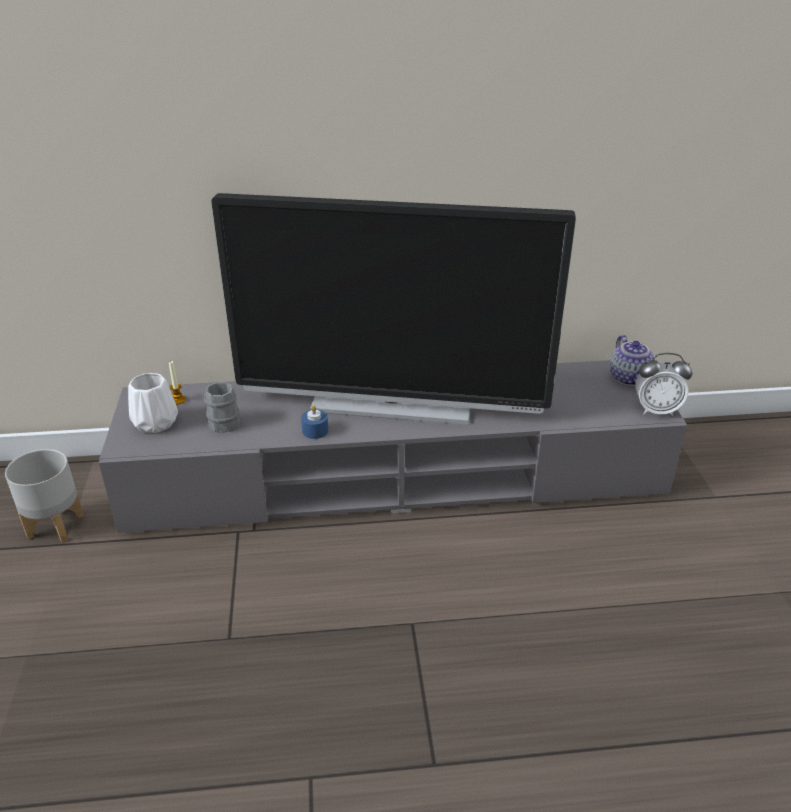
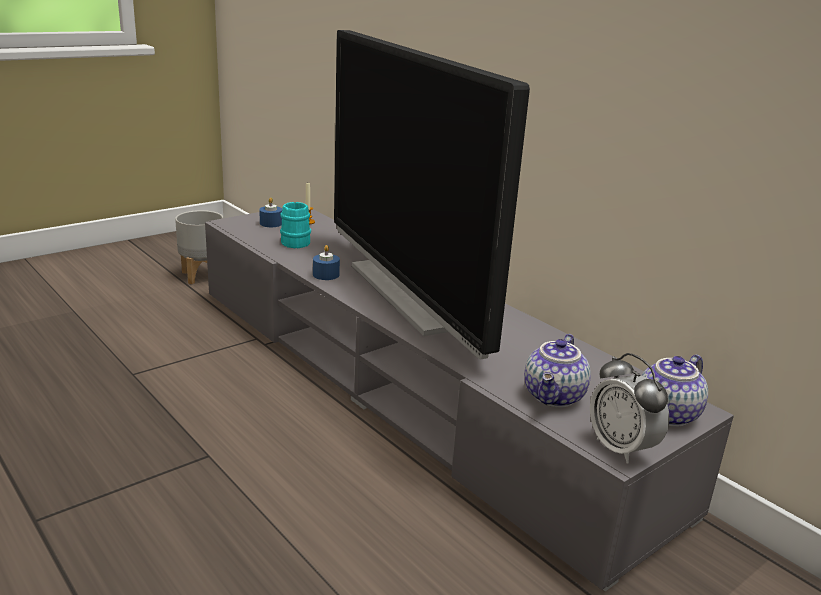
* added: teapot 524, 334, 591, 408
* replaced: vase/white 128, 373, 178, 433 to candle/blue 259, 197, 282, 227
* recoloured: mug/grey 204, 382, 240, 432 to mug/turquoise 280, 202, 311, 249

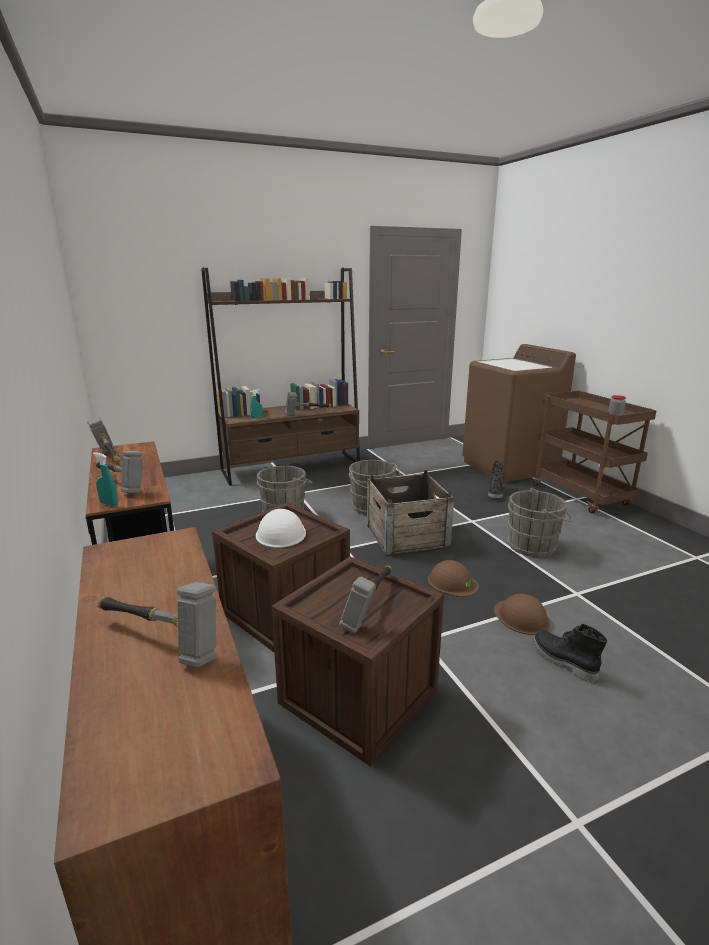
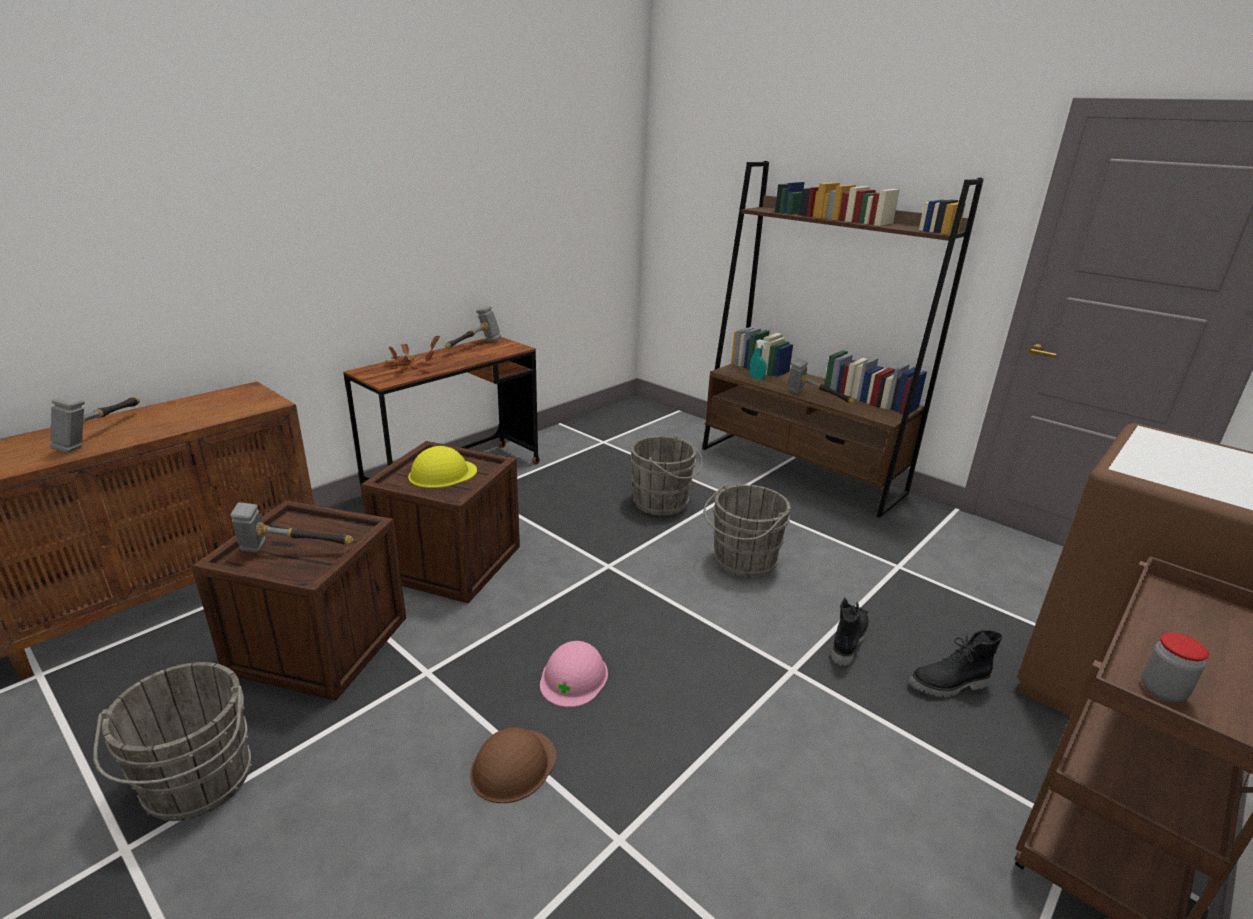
* removed: spray bottle/turquoise 93, 452, 118, 506
* removed: crate 367, 470, 454, 556
* moved: bucket/grey 508, 488, 572, 557 to 93, 662, 252, 821
* moved: boot/black 533, 624, 607, 683 to 831, 597, 869, 666
* replaced: hammer 95, 451, 143, 493 to potted plant 385, 335, 440, 367
* recoloured: hard hat/white 256, 509, 306, 548 to hard hat/yellow 408, 446, 477, 488
* recoloured: hard hat/brown 428, 560, 479, 597 to hard hat/pink 540, 641, 608, 707

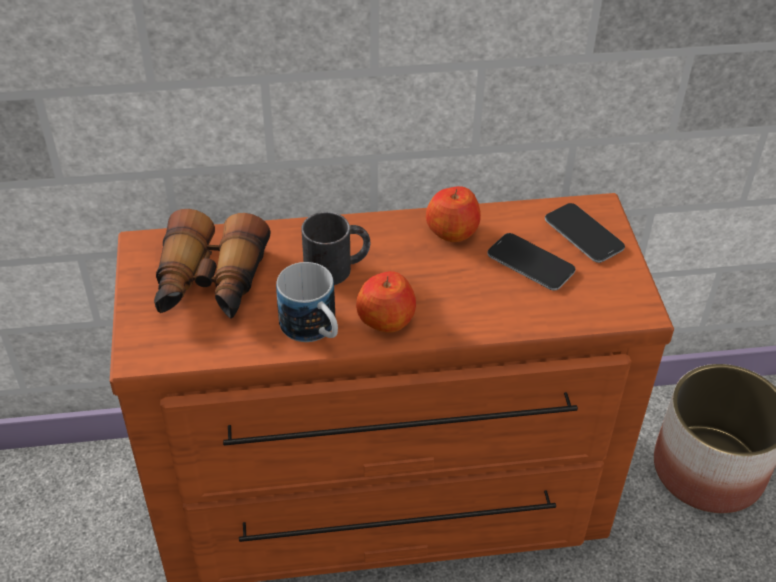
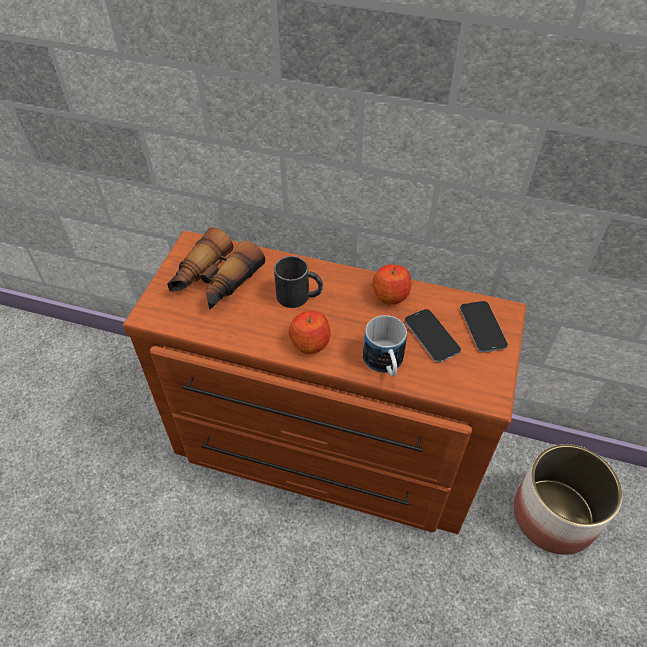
* moved: mug 276, 262, 338, 342 to 363, 315, 407, 377

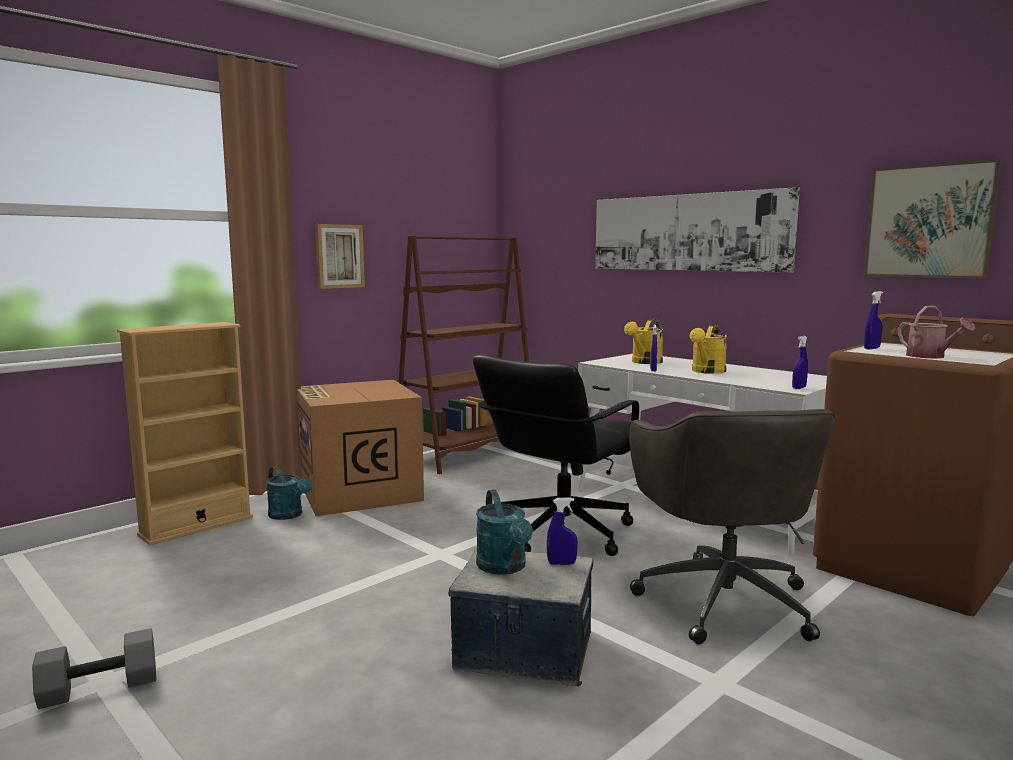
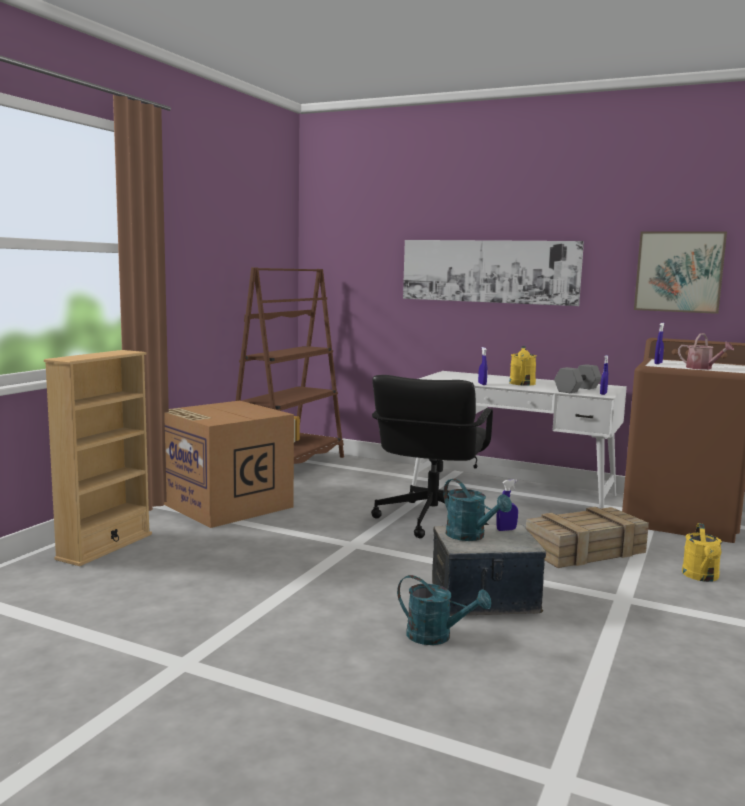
* removed: picture 315, 224, 365, 289
* moved: dumbbell/grey 32, 628, 156, 709 to 554, 364, 602, 393
* moved: watering can/turquoise 266, 466, 312, 520 to 397, 575, 491, 645
* moved: watering can/yellow 624, 318, 663, 364 to 682, 523, 722, 582
* replaced: office chair/grey 628, 409, 835, 645 to crate 526, 507, 649, 568

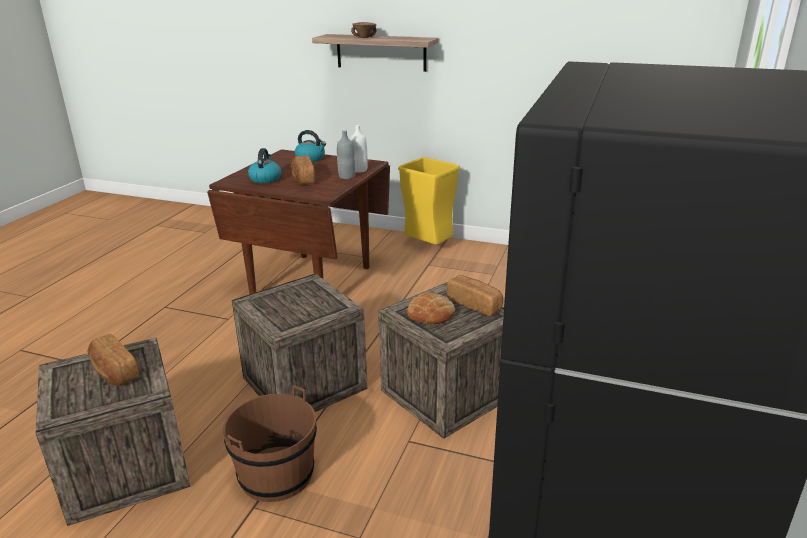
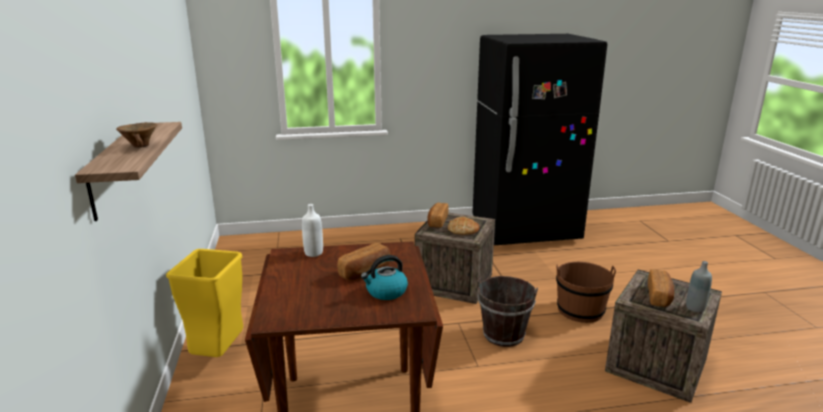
* removed: kettle 295, 130, 326, 162
* moved: bottle/grey 337, 130, 355, 179 to 686, 261, 712, 312
* replaced: crate 232, 274, 368, 412 to bucket/brown 477, 276, 538, 347

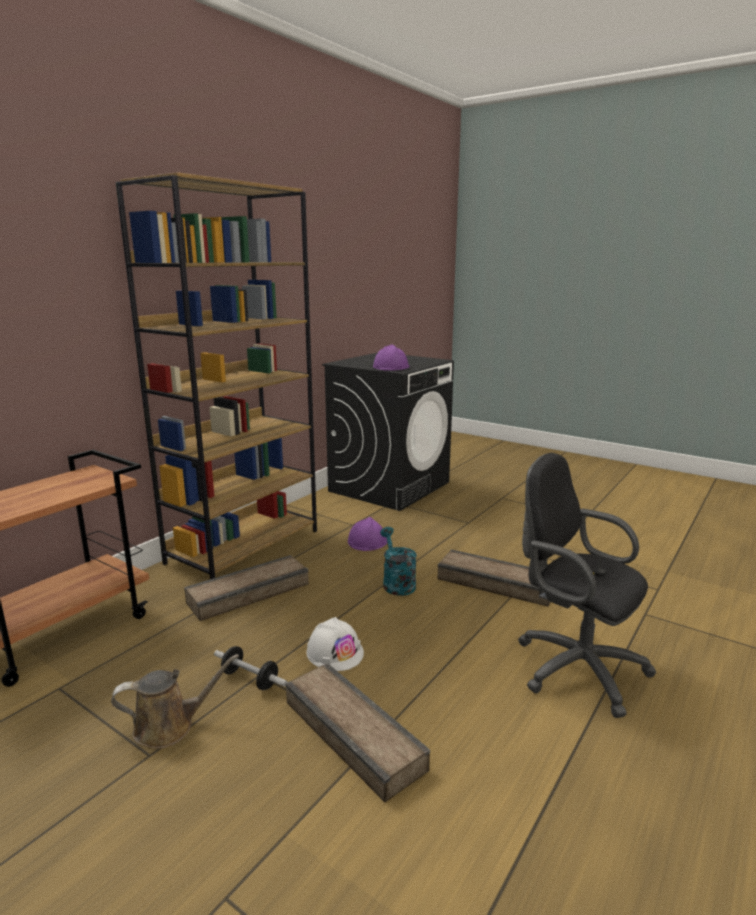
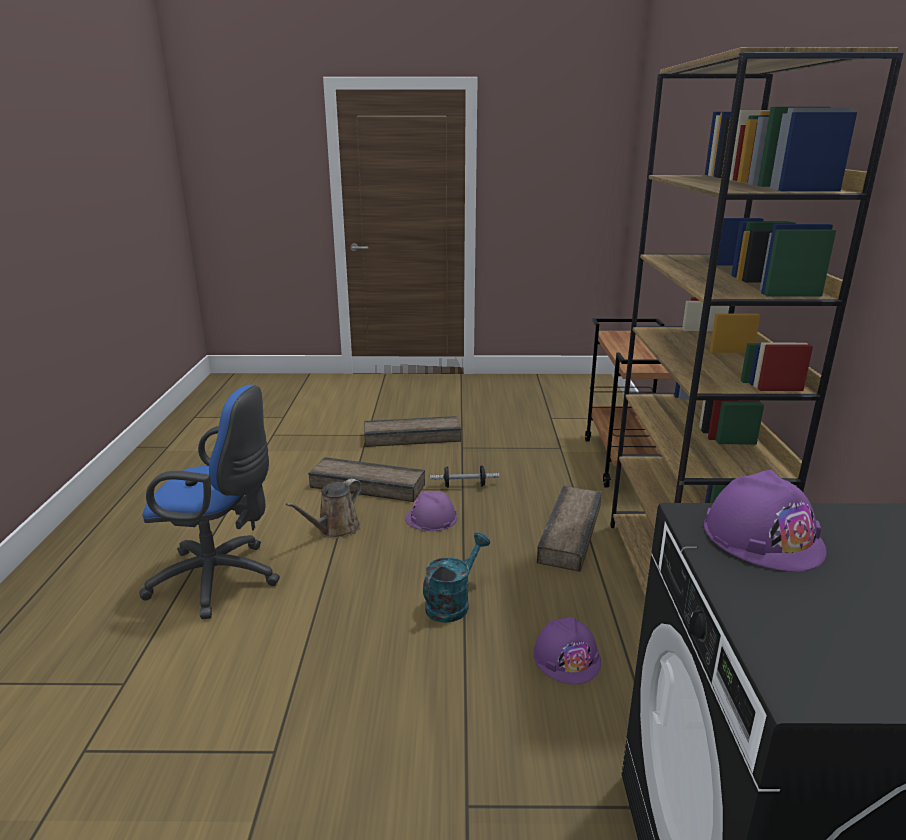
* moved: watering can/brown 111, 654, 239, 749 to 286, 479, 362, 538
* moved: crate 438, 549, 550, 606 to 364, 416, 461, 447
* recoloured: hard hat/white 306, 617, 364, 671 to hard hat/purple 405, 491, 457, 531
* recoloured: office chair/black 518, 453, 656, 718 to office chair/blue 139, 385, 280, 619
* turned: watering can/turquoise 380, 527, 417, 596 = 423, 532, 490, 623 90 degrees counterclockwise

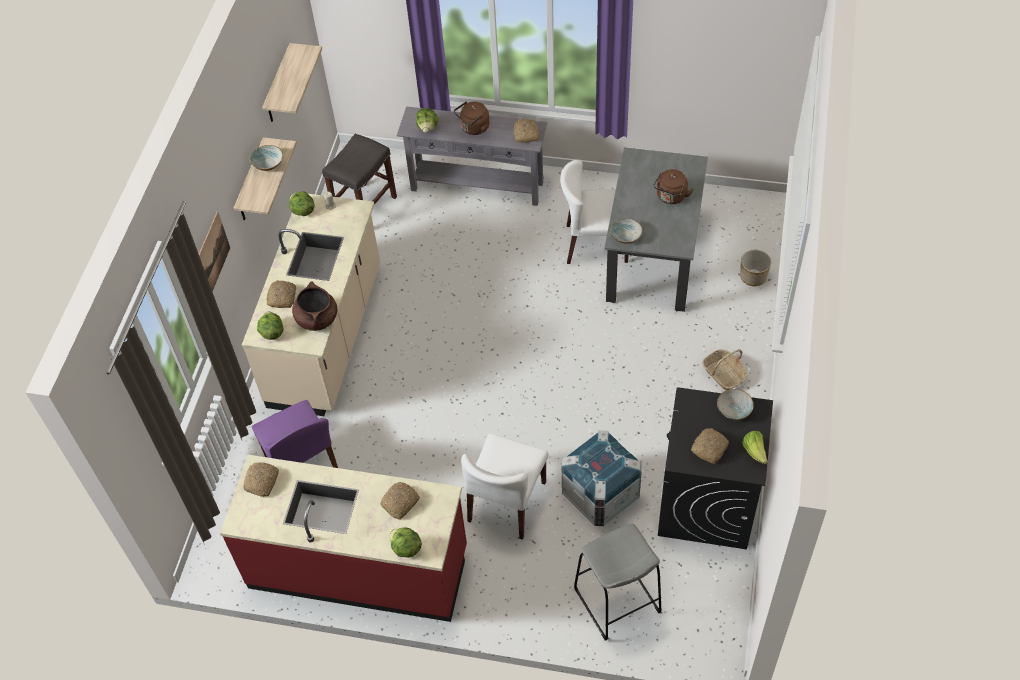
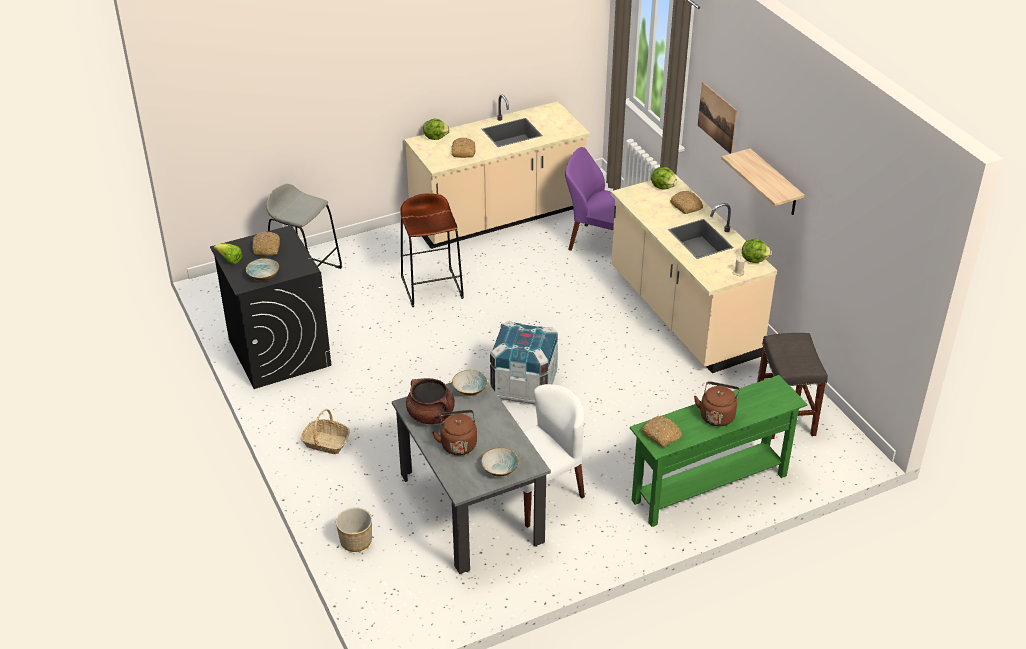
* removed: bread 244, 462, 279, 497
* removed: shelf 262, 43, 322, 122
* removed: lettuce 416, 108, 439, 133
* moved: bowl 250, 145, 283, 171 to 481, 448, 519, 476
* moved: cooking pot/brown 292, 281, 338, 331 to 406, 378, 455, 424
* moved: crate 562, 430, 642, 526 to 490, 321, 558, 404
* replaced: chair/white 461, 433, 549, 540 to stool/brown 400, 193, 464, 307
* recoloured: counter/red 220, 455, 467, 622 to counter/beige 404, 94, 590, 249
* recoloured: console table/grey 397, 106, 547, 206 to console table/green 630, 375, 807, 527

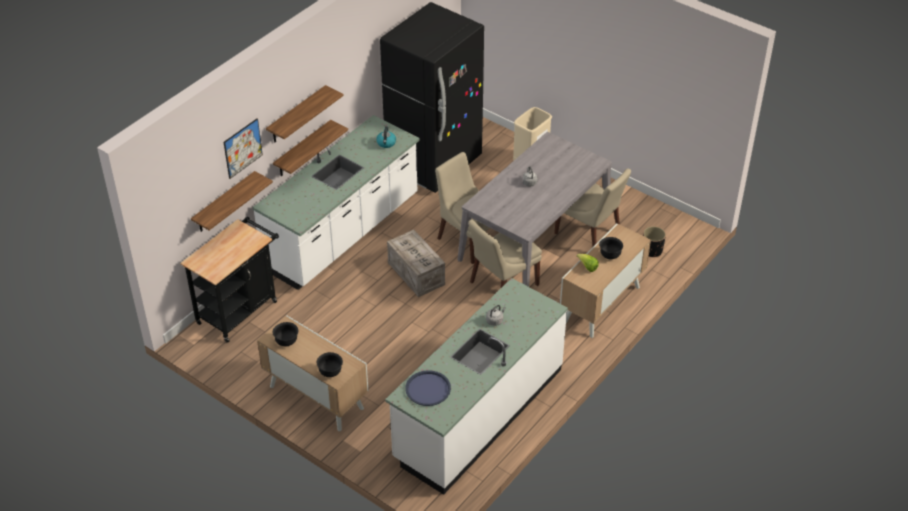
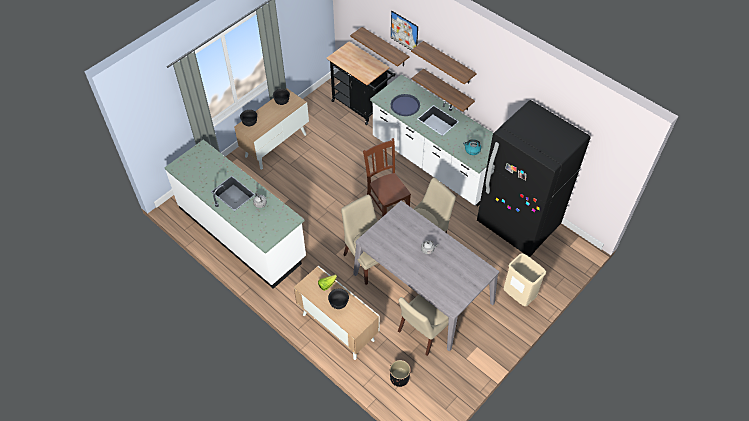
* moved: tray/blue 405, 370, 451, 406 to 391, 94, 420, 116
* replaced: crate 387, 230, 445, 297 to chair/brown 363, 138, 411, 217

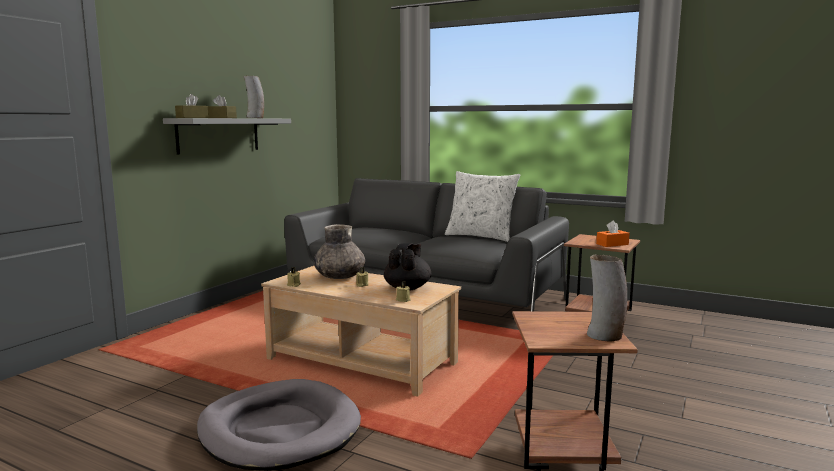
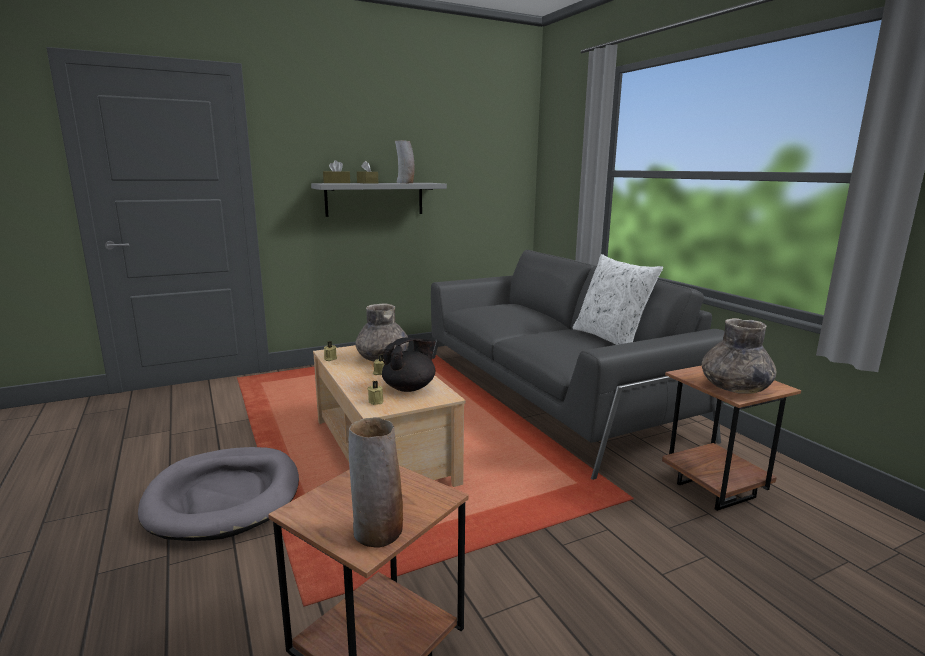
* replaced: tissue box/orange 596, 220, 630, 247 to vase/grey 702, 318, 777, 394

